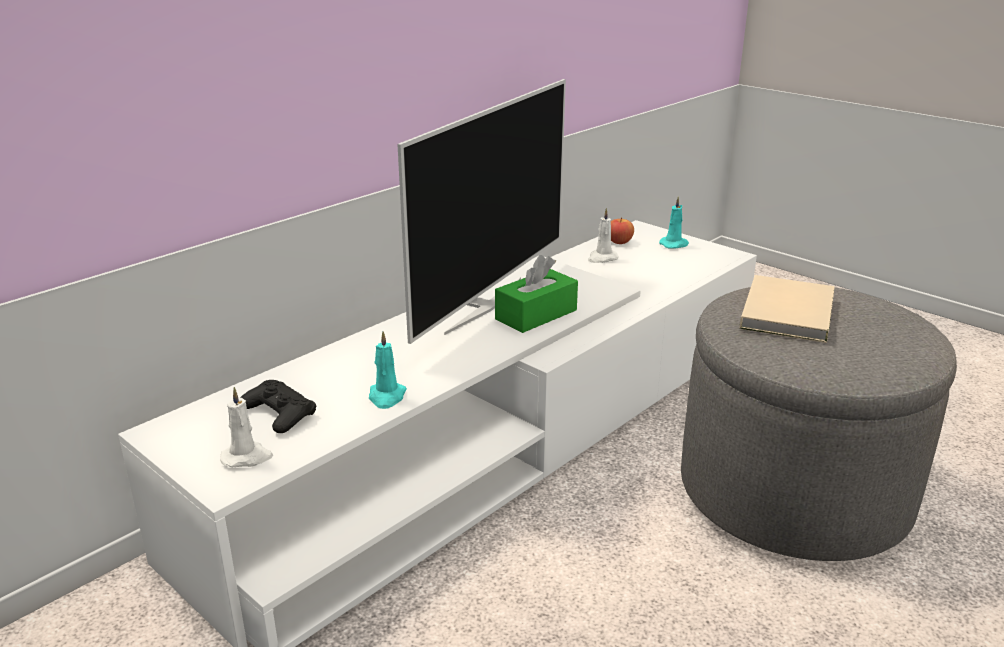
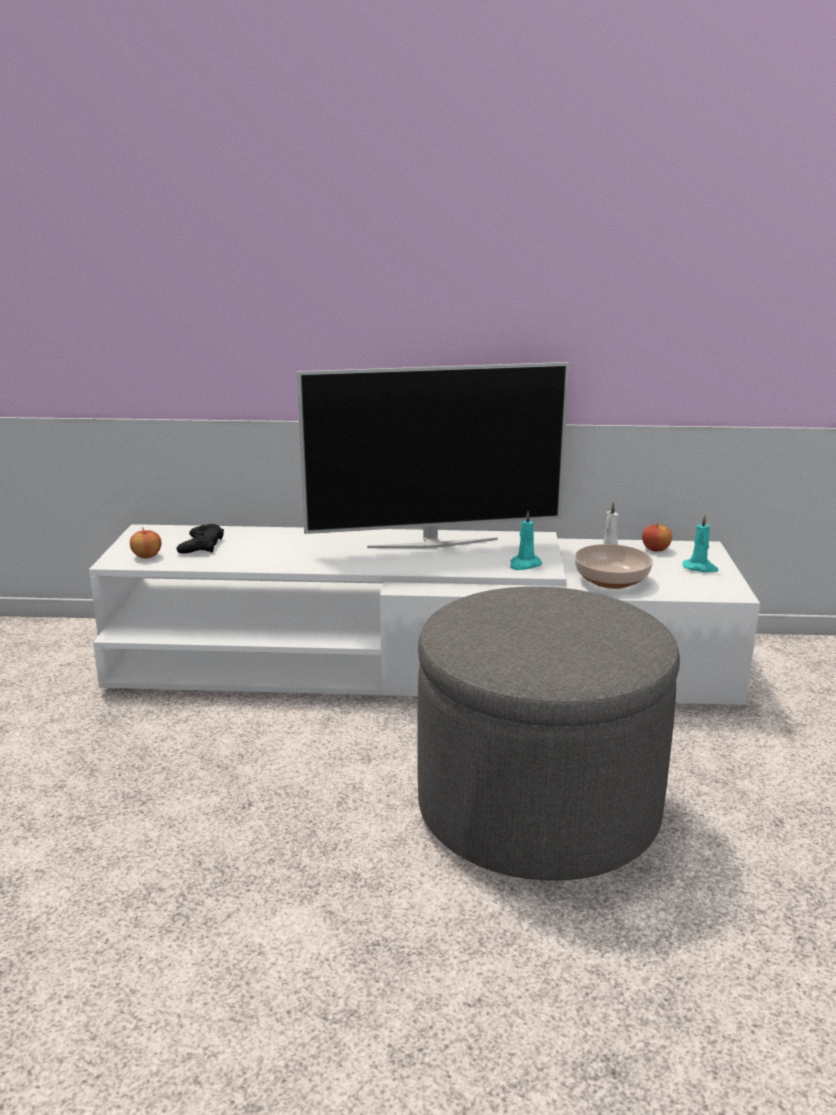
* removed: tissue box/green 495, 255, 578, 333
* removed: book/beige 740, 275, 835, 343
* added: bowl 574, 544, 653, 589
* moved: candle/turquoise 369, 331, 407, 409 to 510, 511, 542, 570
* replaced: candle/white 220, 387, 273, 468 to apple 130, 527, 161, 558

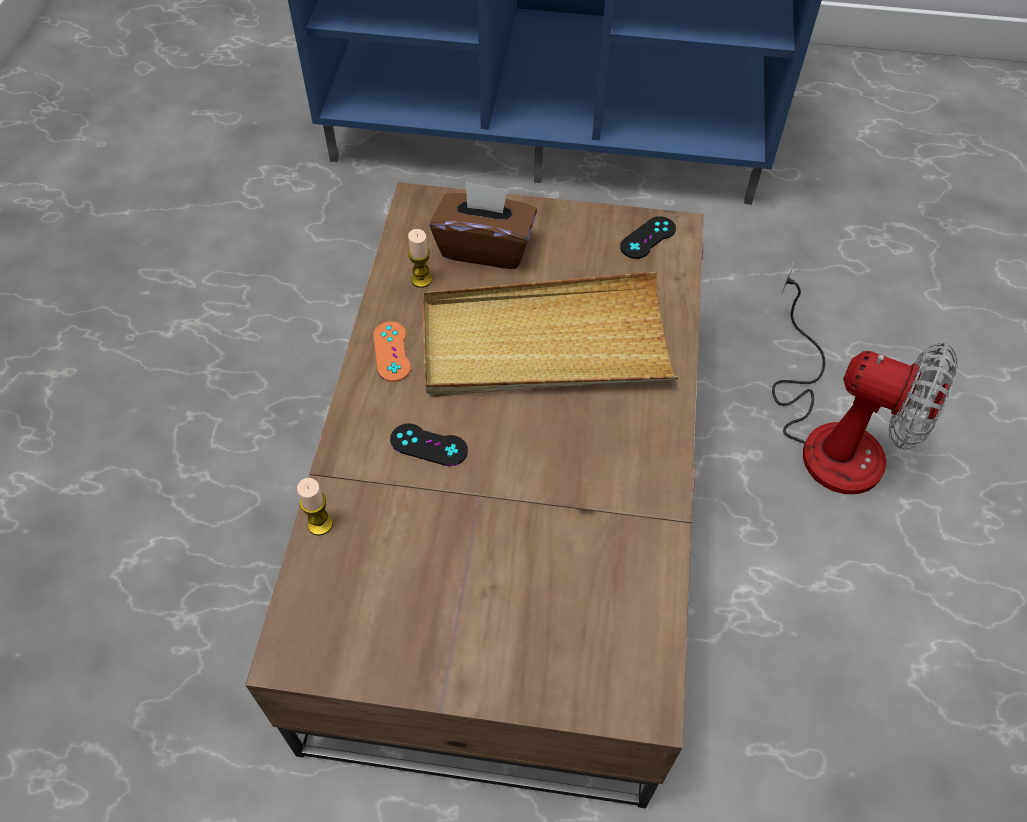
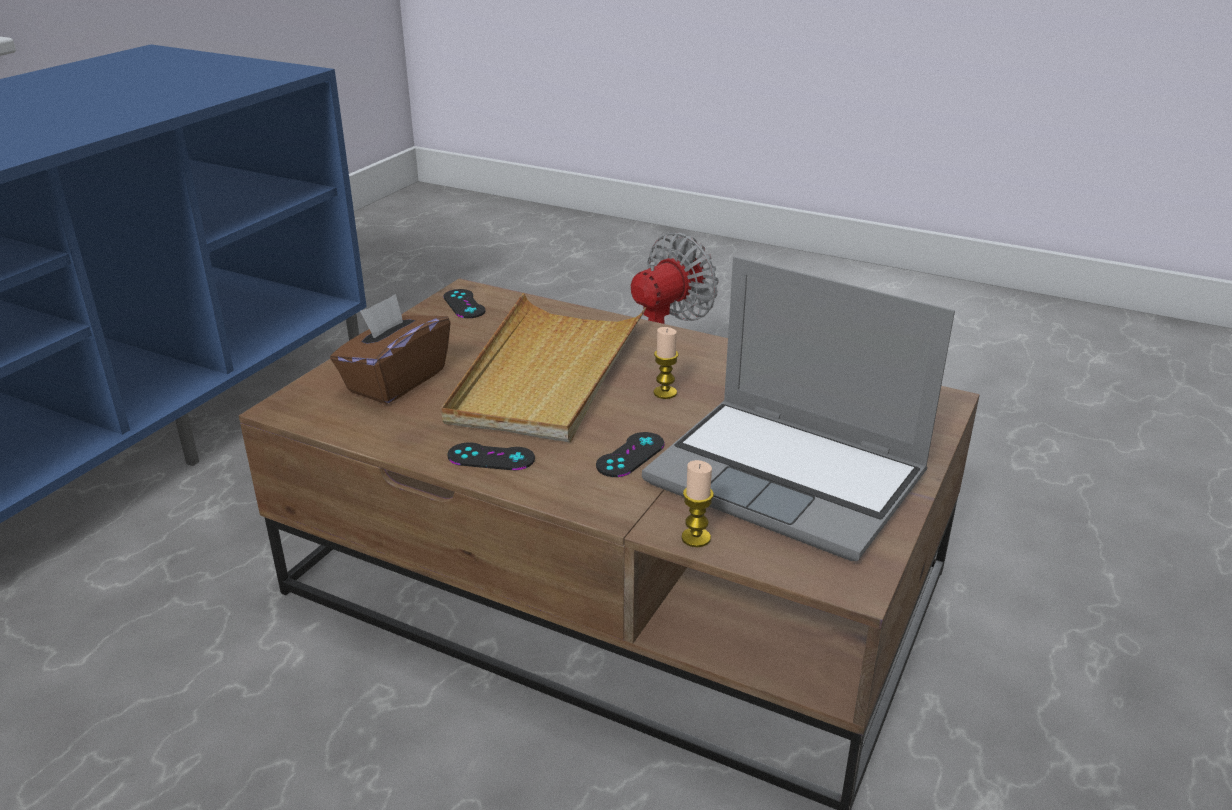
* added: laptop 642, 256, 955, 561
* moved: candle 408, 229, 432, 288 to 653, 327, 679, 399
* recoloured: game controller/orange 373, 321, 411, 382 to game controller/black 447, 442, 535, 470

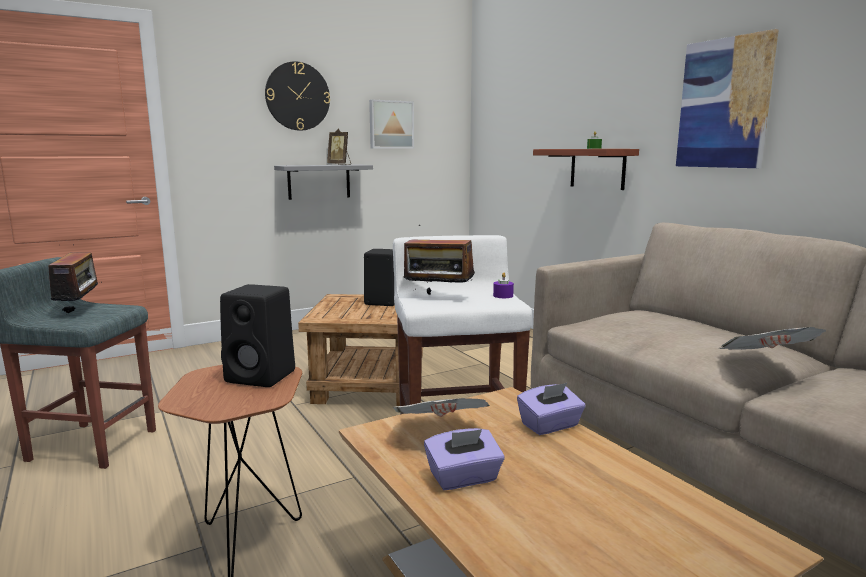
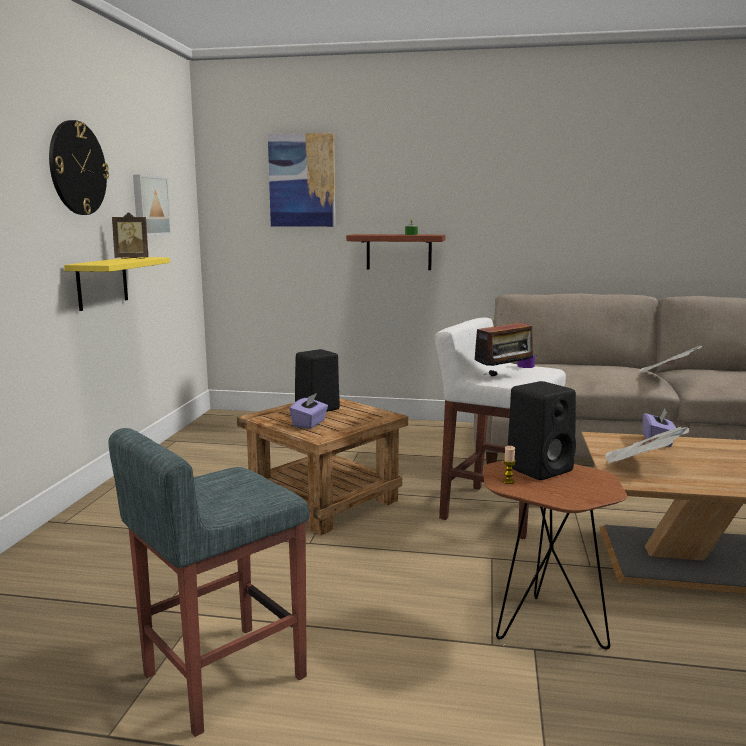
* removed: radio 48, 244, 101, 313
* added: candle 502, 446, 516, 484
* moved: tissue box/purple 424, 428, 505, 490 to 289, 393, 328, 429
* moved: picture 676, 29, 779, 168 to 268, 133, 335, 227
* recoloured: shelf/grey 274, 165, 373, 200 to shelf/yellow 64, 257, 170, 311

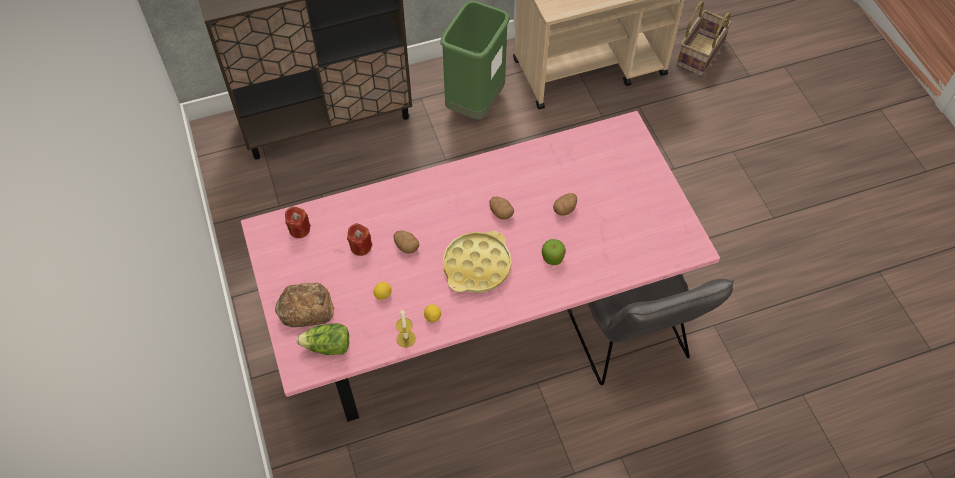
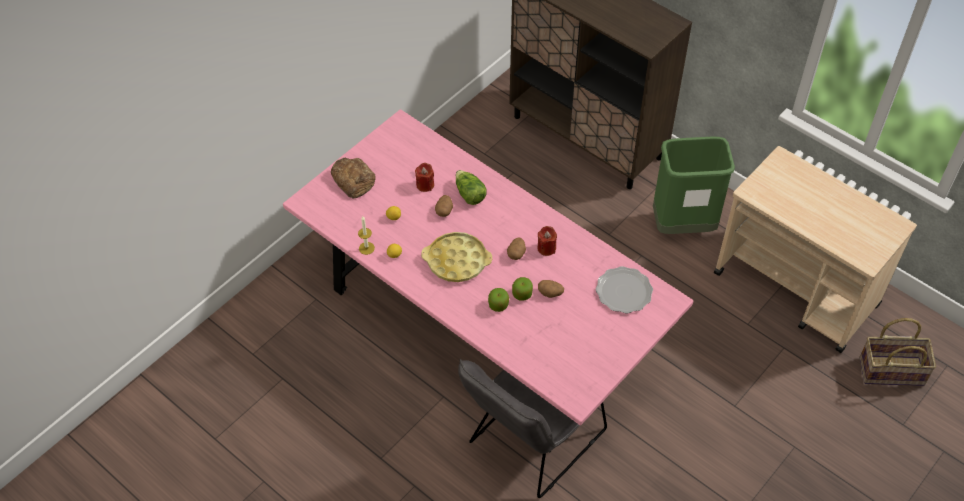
* added: apple 512, 277, 533, 301
* added: plate 596, 266, 653, 313
* moved: candle/red 285, 206, 311, 238 to 538, 226, 557, 256
* moved: lettuce 296, 323, 349, 355 to 456, 170, 487, 205

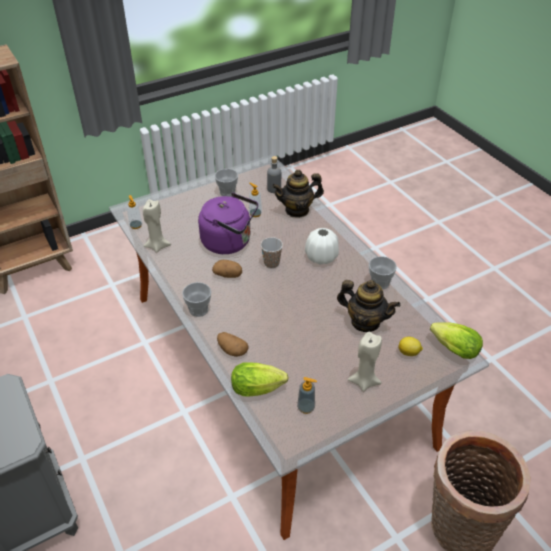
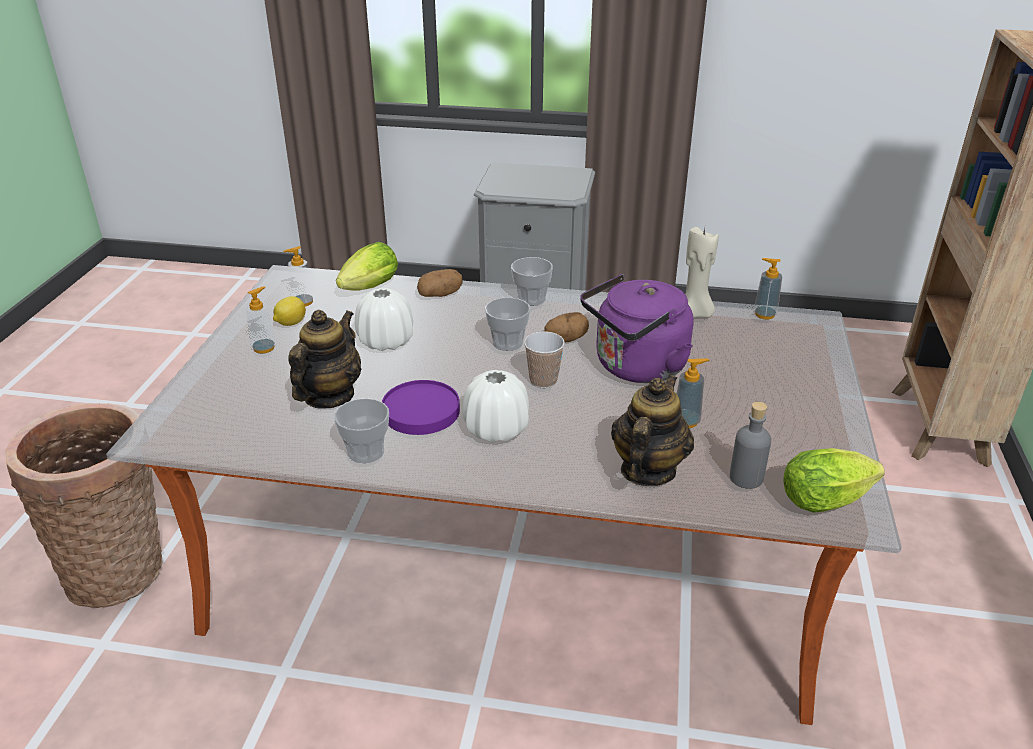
* added: vase/white 355, 288, 413, 351
* added: plate/purple 382, 380, 460, 435
* moved: cup 215, 169, 238, 197 to 485, 297, 531, 351
* moved: lemon 398, 337, 423, 356 to 273, 296, 306, 326
* moved: lettuce 430, 322, 483, 359 to 783, 448, 885, 513
* replaced: candle/beige 348, 332, 382, 392 to soap dispenser 246, 286, 276, 353
* turned: teapot 337, 280, 400, 332 = 288, 310, 361, 409 135 degrees clockwise

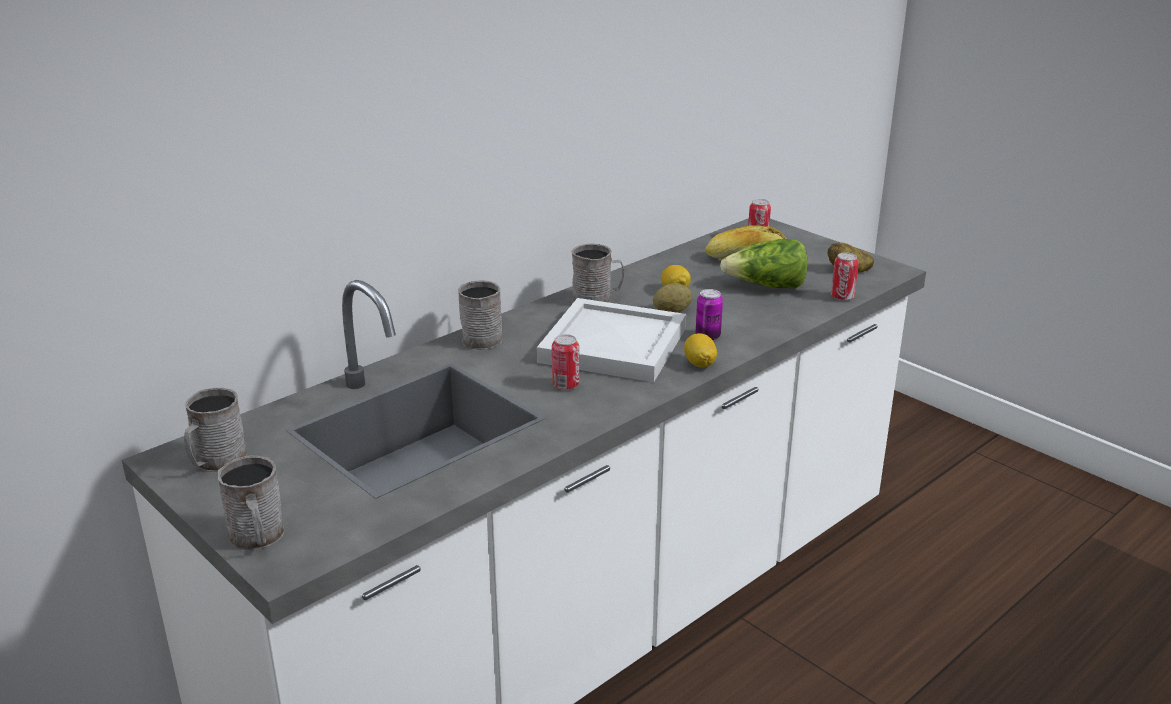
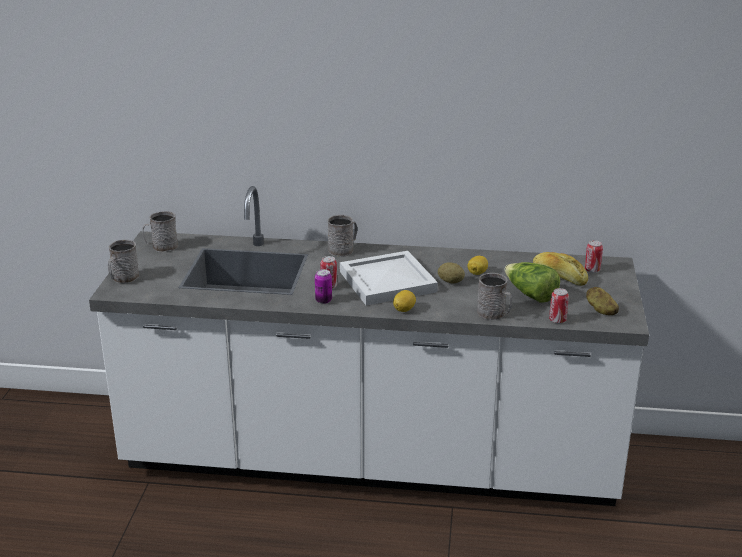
* moved: mug/grey 572, 243, 624, 303 to 477, 273, 512, 320
* moved: can 695, 289, 723, 340 to 315, 269, 332, 304

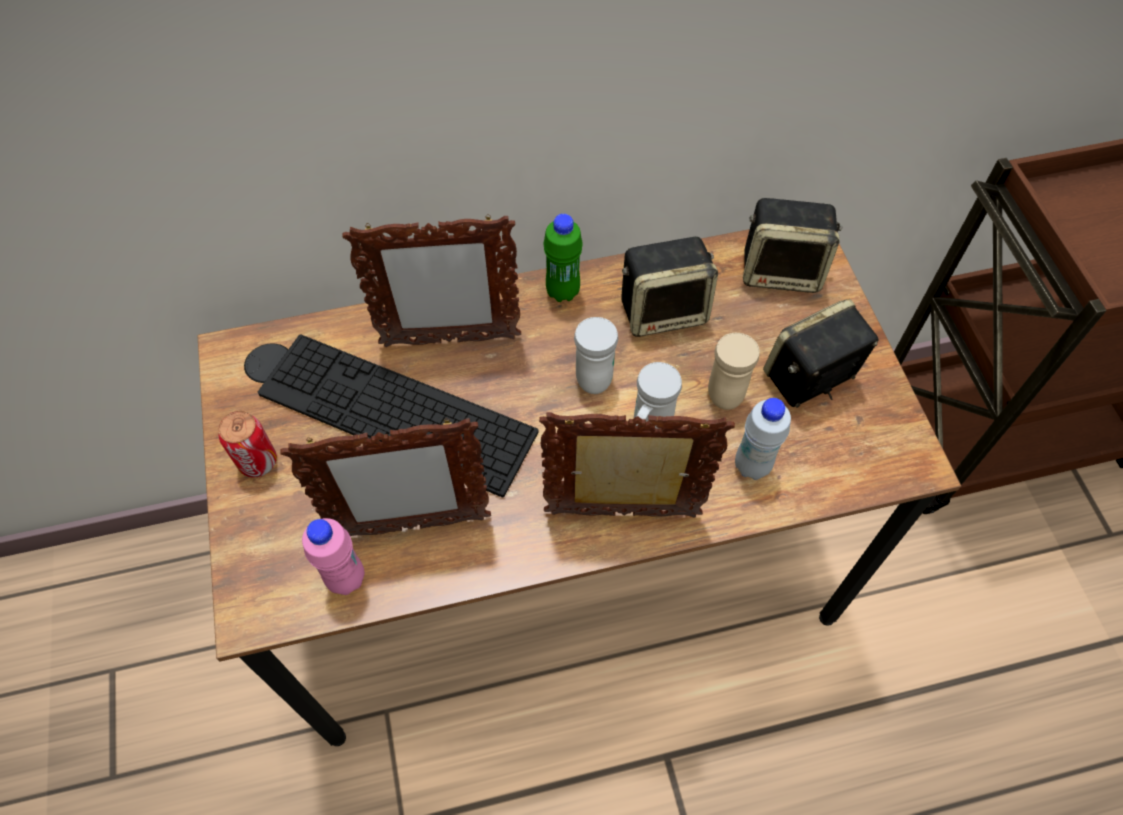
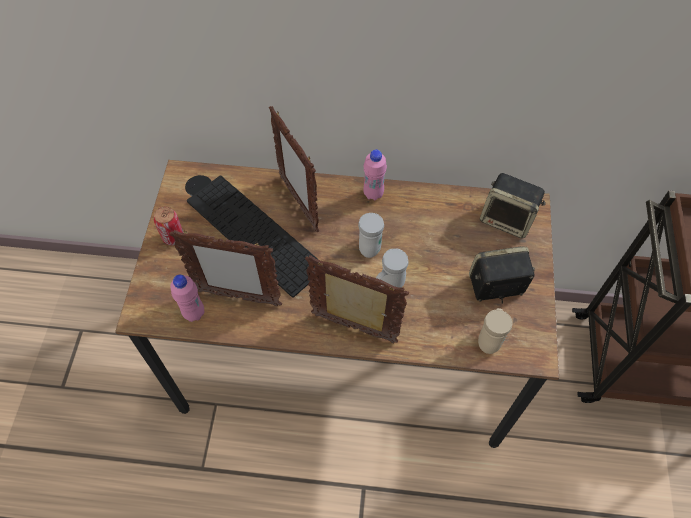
* removed: speaker 621, 237, 718, 337
* removed: bottle/white 735, 398, 791, 480
* moved: mug/beige 708, 333, 759, 410 to 478, 308, 512, 354
* recoloured: bottle/green 543, 214, 583, 302 to bottle/pink 363, 150, 387, 200
* turned: picture frame 342, 214, 521, 347 = 269, 106, 319, 232 45 degrees clockwise

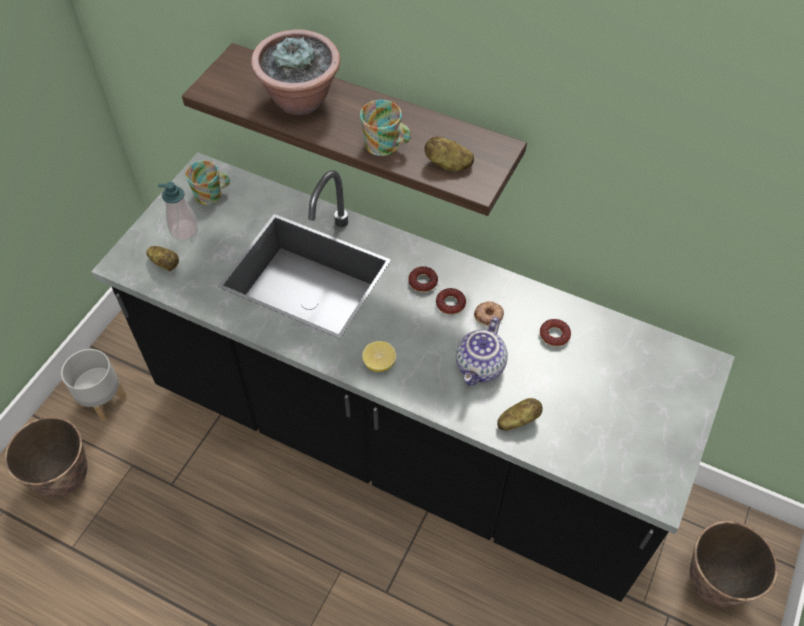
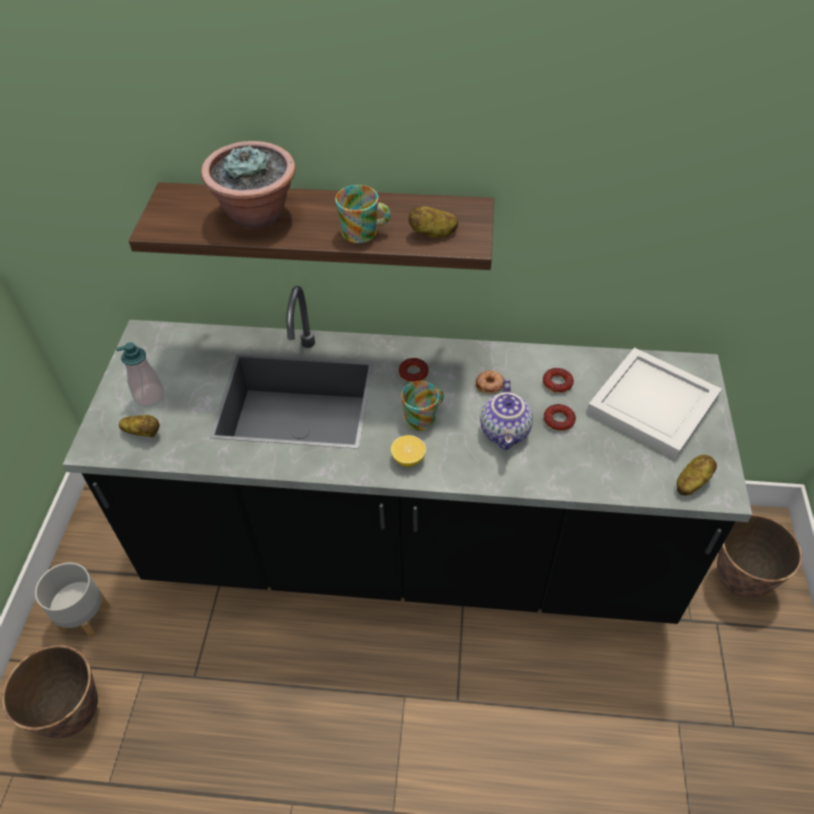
* added: tray/white 587, 347, 722, 459
* moved: mug 185, 161, 230, 205 to 401, 381, 444, 431
* moved: donut 436, 288, 466, 315 to 544, 404, 576, 431
* moved: potato 497, 398, 543, 431 to 677, 455, 717, 496

